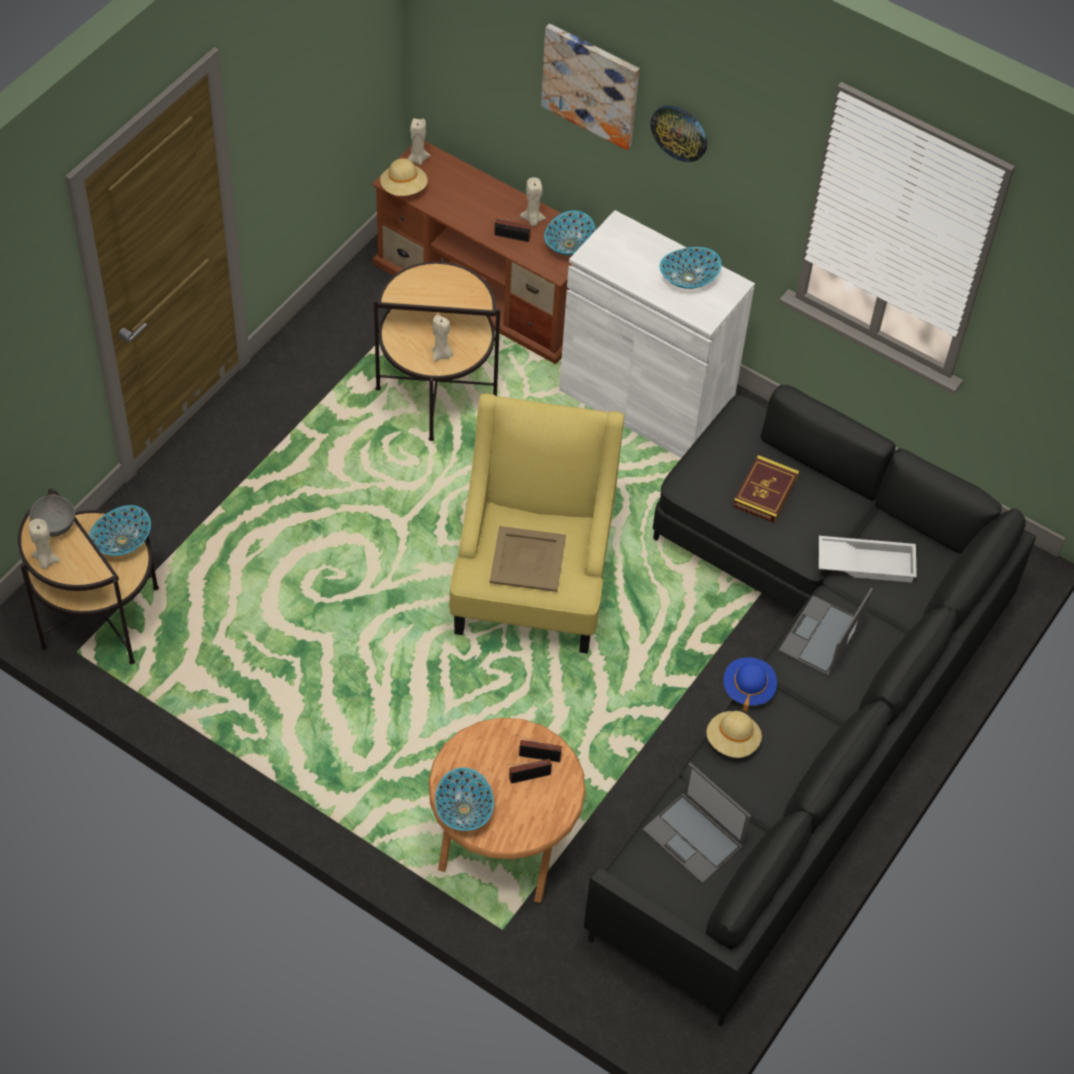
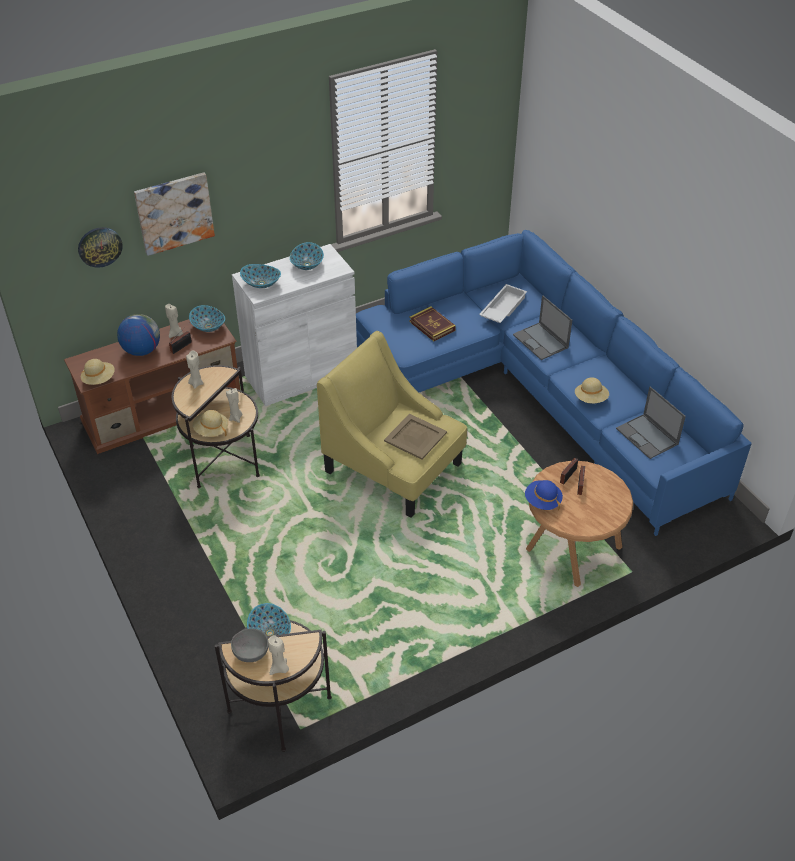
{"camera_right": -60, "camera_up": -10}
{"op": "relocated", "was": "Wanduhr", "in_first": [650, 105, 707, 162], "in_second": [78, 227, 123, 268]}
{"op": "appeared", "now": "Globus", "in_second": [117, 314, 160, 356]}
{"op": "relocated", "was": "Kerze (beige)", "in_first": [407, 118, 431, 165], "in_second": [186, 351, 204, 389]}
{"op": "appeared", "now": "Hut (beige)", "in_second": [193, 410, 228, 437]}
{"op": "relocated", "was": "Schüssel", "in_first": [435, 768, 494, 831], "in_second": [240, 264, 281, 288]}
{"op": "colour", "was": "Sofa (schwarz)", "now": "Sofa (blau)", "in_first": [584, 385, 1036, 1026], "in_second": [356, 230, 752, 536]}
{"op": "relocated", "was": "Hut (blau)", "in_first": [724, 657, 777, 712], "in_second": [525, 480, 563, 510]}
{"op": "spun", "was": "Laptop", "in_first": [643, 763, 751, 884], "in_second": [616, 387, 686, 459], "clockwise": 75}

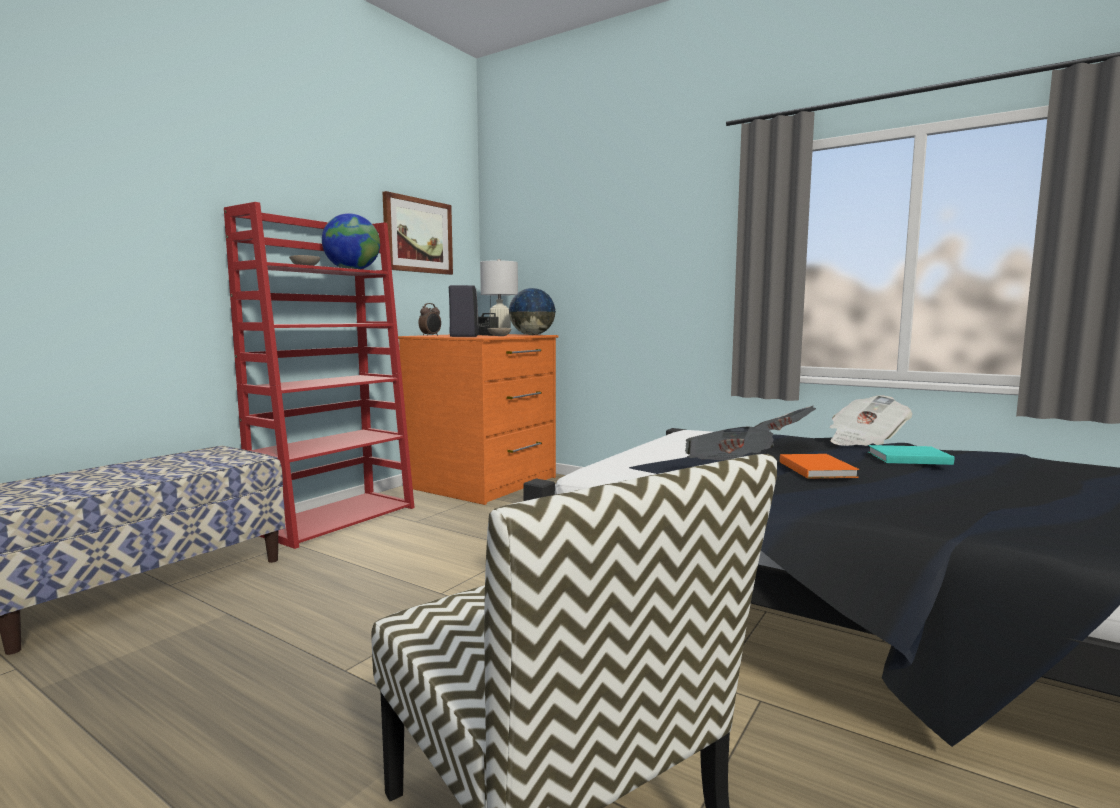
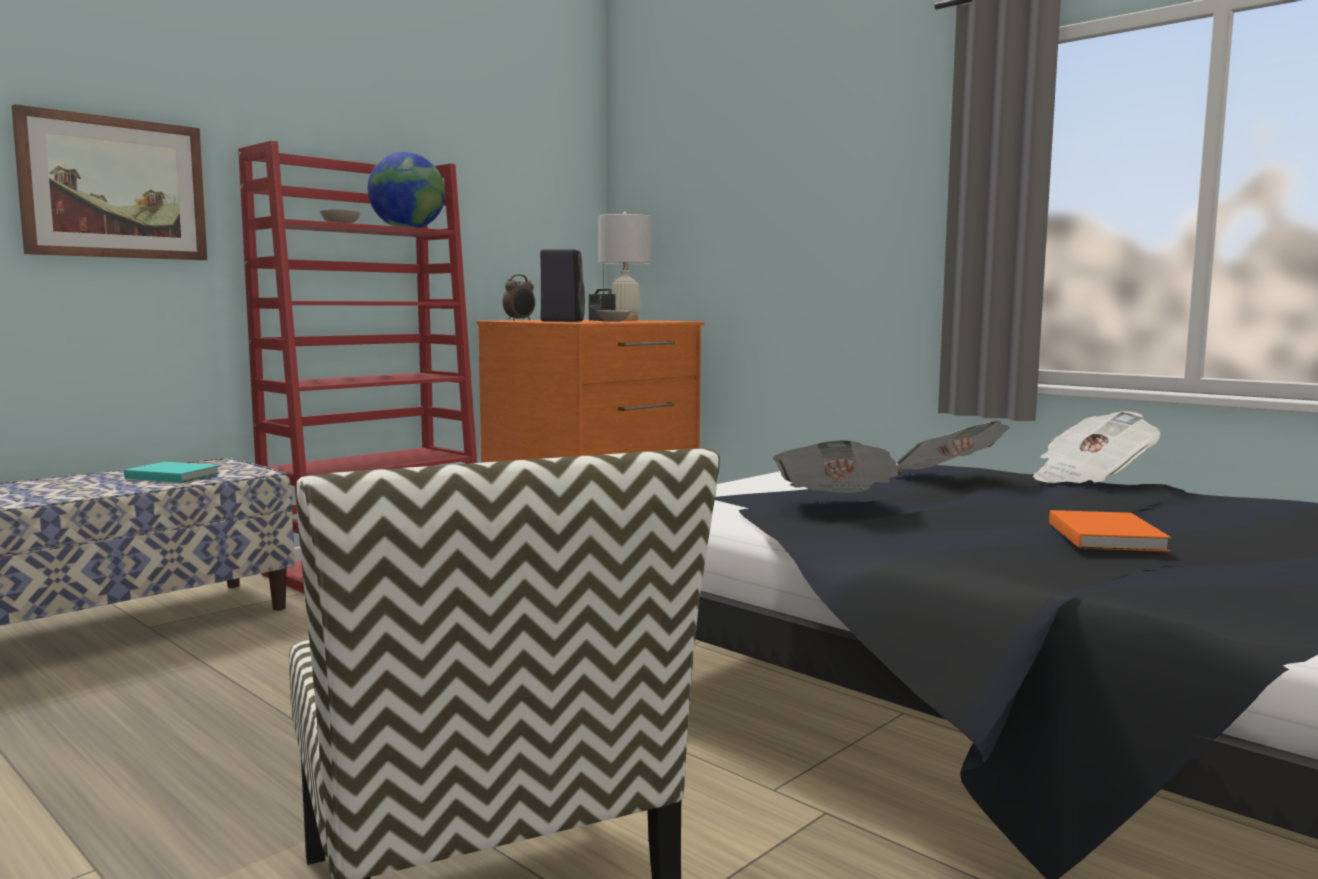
{"camera_right": 10, "camera_up": 0}
{"op": "relocated", "was": "Bild", "in_first": [383, 191, 453, 275], "in_second": [11, 104, 207, 260]}
{"op": "relocated", "was": "Buch (türkis)", "in_first": [868, 445, 954, 465], "in_second": [124, 462, 220, 483]}
{"op": "relocated", "was": "Buch (orange)", "in_first": [780, 454, 859, 478], "in_second": [1049, 510, 1171, 552]}
{"op": "missing", "was": "Globus", "in_first": [509, 288, 555, 335]}

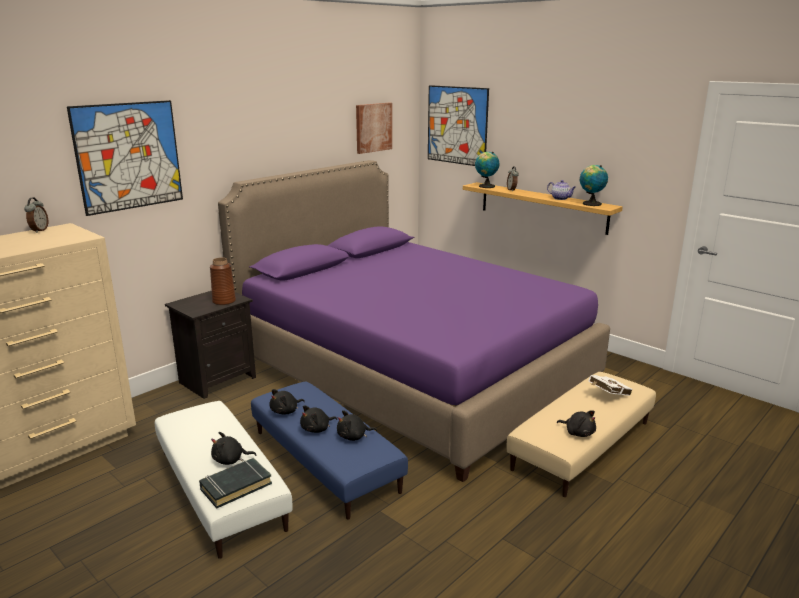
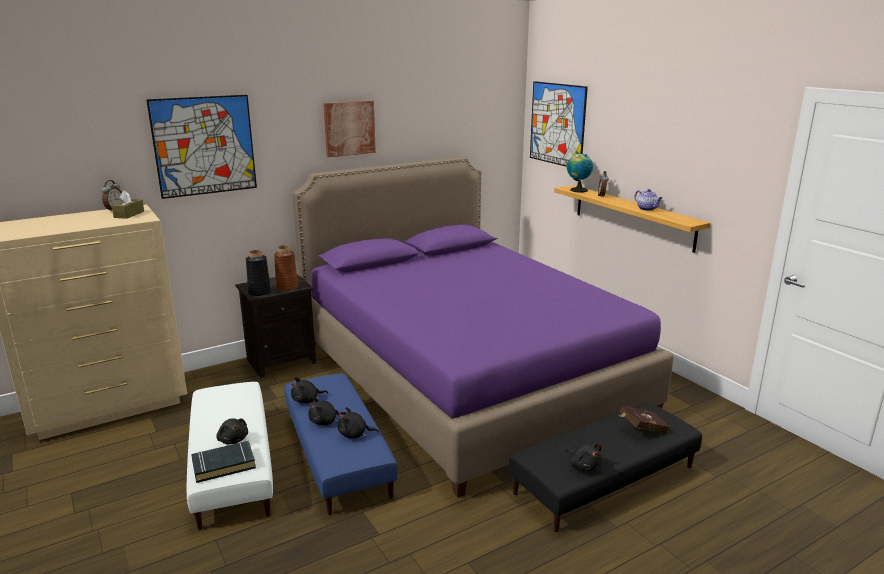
{"camera_right": 15, "camera_up": 0}
{"op": "appeared", "now": "Taschentuchbox (braun)", "in_second": [111, 190, 144, 219]}
{"op": "spun", "was": "Plüschtier (schwarz)", "in_first": [211, 432, 257, 465], "in_second": [216, 418, 248, 444], "clockwise": -135}
{"op": "appeared", "now": "Vase (schwarz)", "in_second": [246, 250, 271, 297]}
{"op": "relocated", "was": "Bild", "in_first": [356, 103, 392, 154], "in_second": [323, 100, 376, 158]}
{"op": "colour", "was": "Polsterhocker (beige)", "now": "Polsterhocker (schwarz)", "in_first": [506, 372, 656, 497], "in_second": [509, 403, 702, 532]}
{"op": "colour", "was": "Buch (weiß)", "now": "Buch (rot)", "in_first": [589, 375, 633, 396], "in_second": [619, 406, 670, 434]}
{"op": "missing", "was": "Globus", "in_first": [580, 165, 608, 206]}

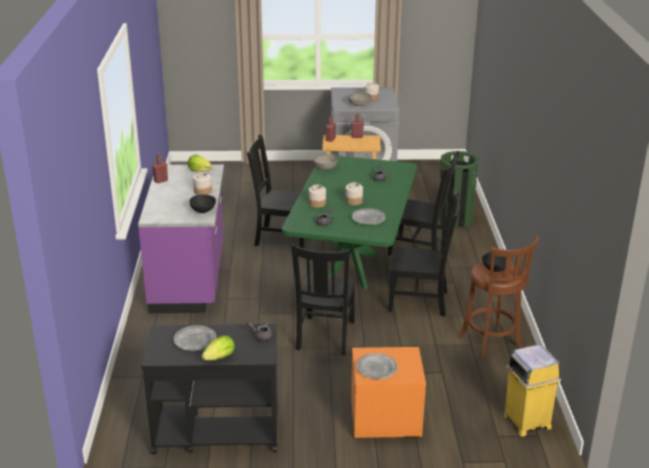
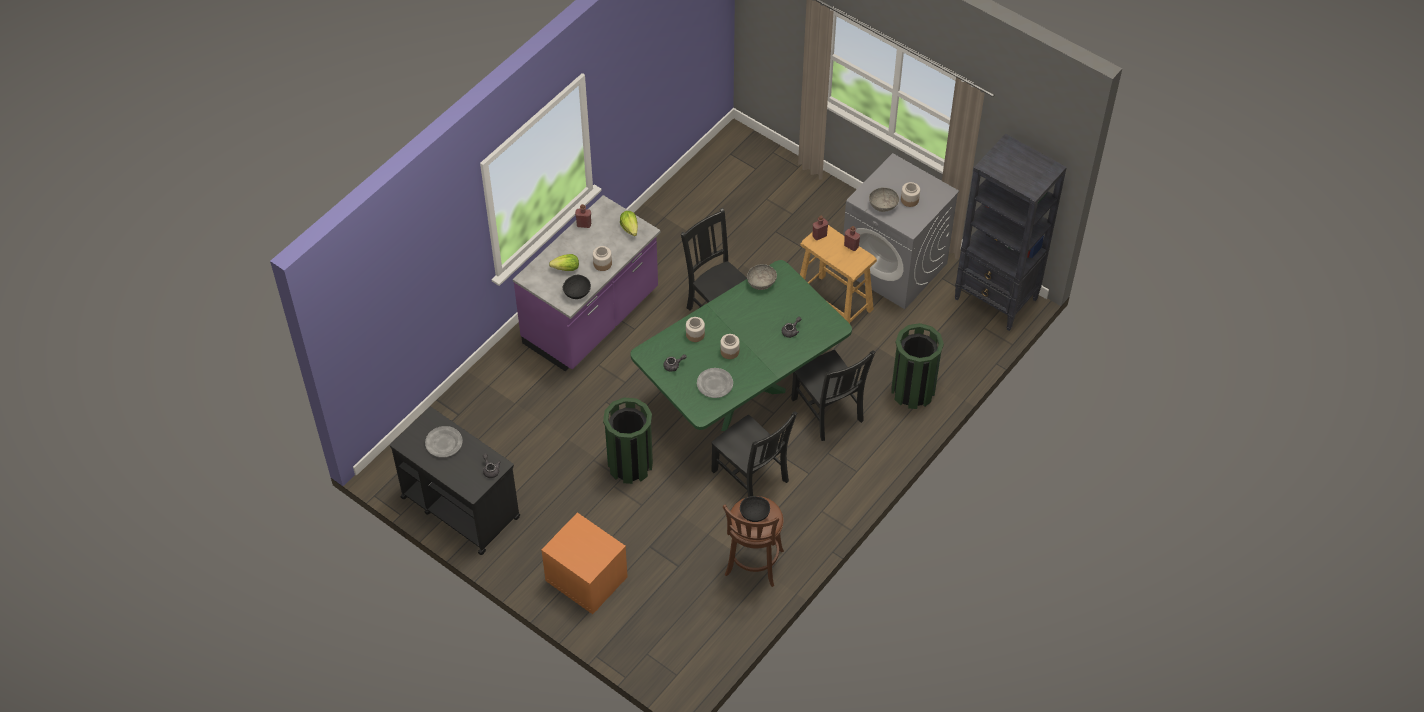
{"camera_right": 40, "camera_up": 25}
{"op": "relocated", "was": "Salatkopf", "in_first": [202, 336, 235, 361], "in_second": [549, 254, 579, 271]}
{"op": "exchanged", "was": "Stuhl (schwarz)", "now": "Mülleimer (grün)", "in_first": [291, 244, 355, 355], "in_second": [603, 398, 653, 484]}
{"op": "appeared", "now": "Bücherregal (schwarz)", "in_second": [954, 134, 1067, 331]}
{"op": "missing", "was": "Teller (grau)", "in_first": [356, 353, 398, 379]}
{"op": "missing", "was": "Mülleimer (gelb)", "in_first": [504, 344, 561, 437]}

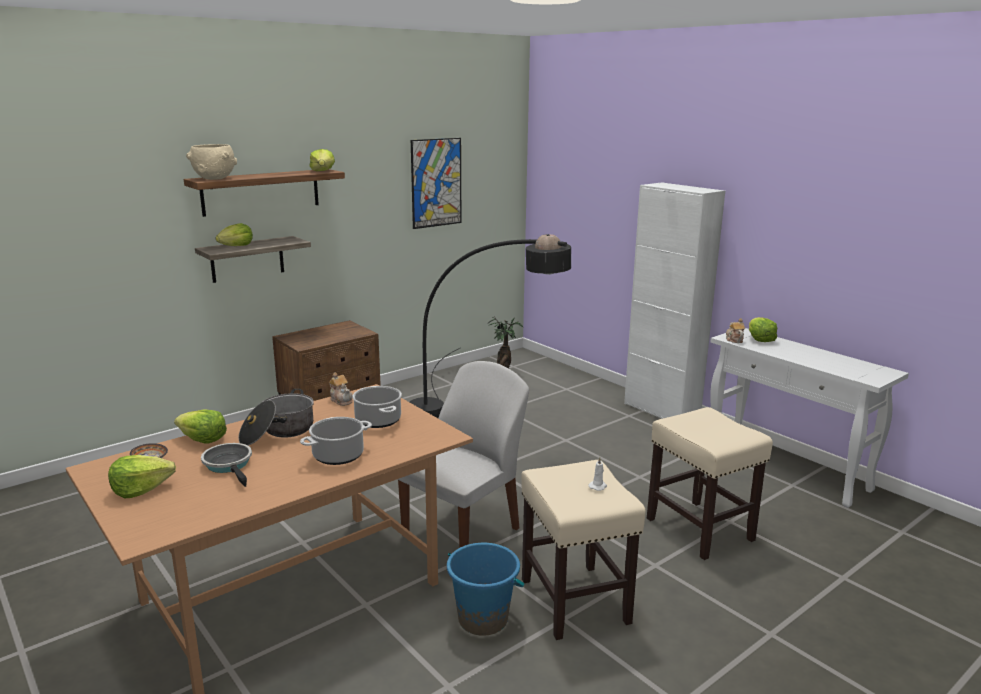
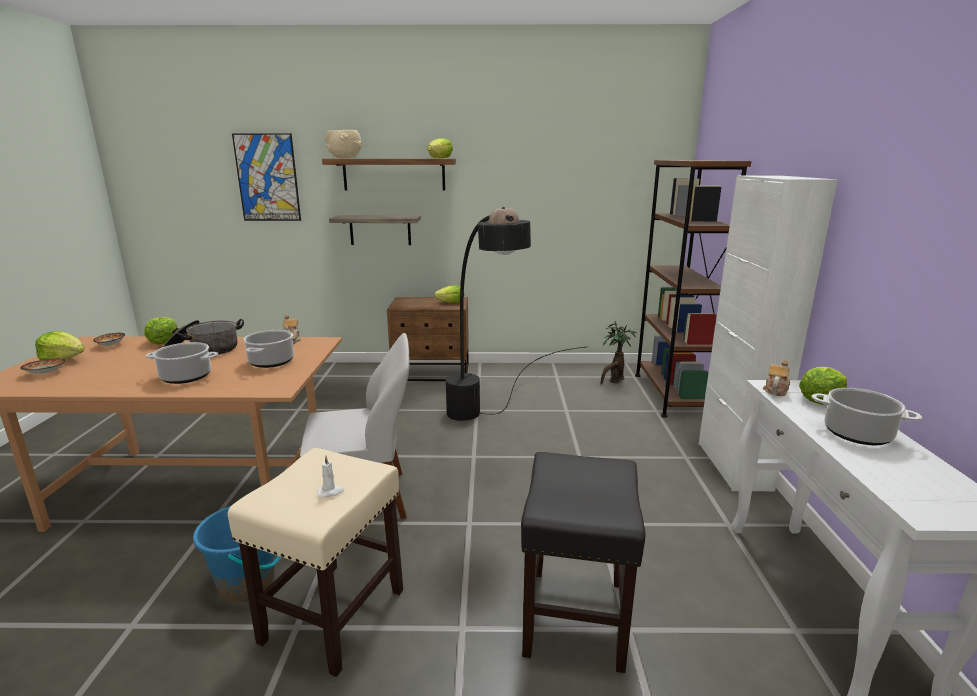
{"camera_right": 40, "camera_up": 0}
{"op": "appeared", "now": "Schüssel", "in_second": [20, 359, 65, 374]}
{"op": "relocated", "was": "Bild", "in_first": [411, 138, 461, 229], "in_second": [232, 133, 301, 221]}
{"op": "relocated", "was": "Salatkopf", "in_first": [215, 223, 253, 246], "in_second": [434, 285, 460, 303]}
{"op": "colour", "was": "Hocker (beige)", "now": "Hocker (schwarz)", "in_first": [647, 407, 773, 560], "in_second": [521, 452, 646, 673]}
{"op": "appeared", "now": "Bücherregal (braun)", "in_second": [635, 160, 752, 418]}
{"op": "appeared", "now": "Kochtopf", "in_second": [812, 388, 922, 445]}
{"op": "missing", "was": "Pfanne", "in_first": [201, 443, 252, 487]}

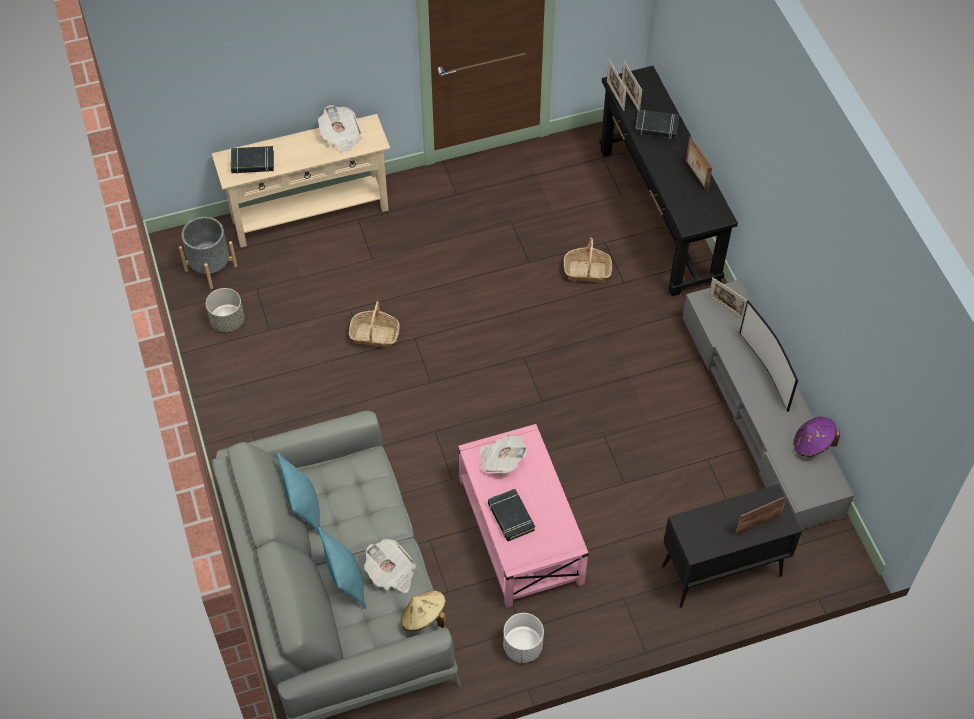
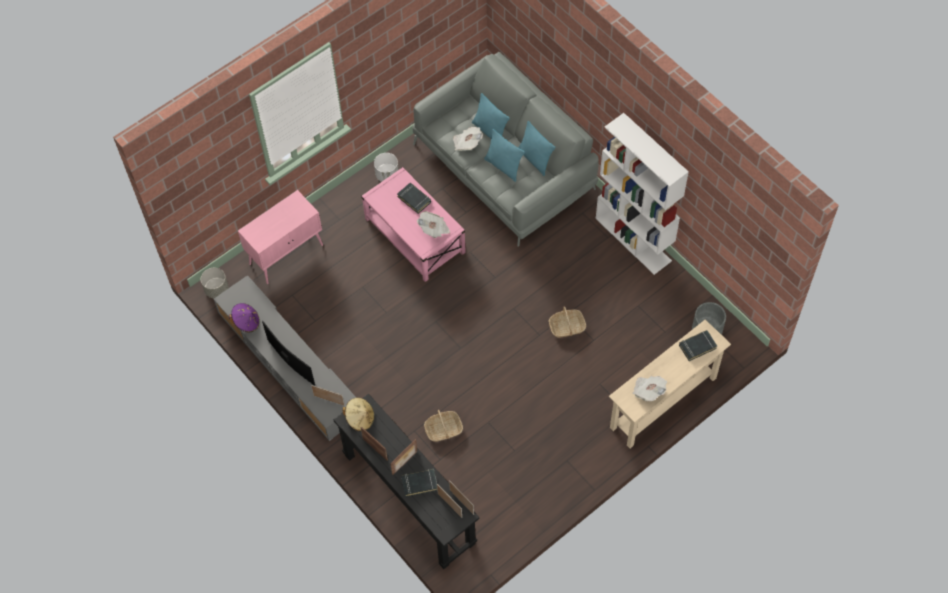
{"camera_right": 160, "camera_up": 5}
{"op": "relocated", "was": "Pflanzkübel (grau)", "in_first": [206, 288, 244, 332], "in_second": [201, 268, 228, 298]}
{"op": "colour", "was": "Schrank (schwarz)", "now": "Schrank (rosa)", "in_first": [662, 484, 802, 608], "in_second": [238, 190, 323, 284]}
{"op": "relocated", "was": "Hut (beige)", "in_first": [401, 590, 446, 631], "in_second": [342, 398, 374, 431]}
{"op": "relocated", "was": "Bilderrahmen", "in_first": [735, 496, 787, 537], "in_second": [390, 439, 417, 475]}
{"op": "appeared", "now": "Kissen (türkis)", "in_second": [484, 129, 525, 182]}
{"op": "appeared", "now": "Bücherregal (weiß)", "in_second": [596, 113, 689, 275]}

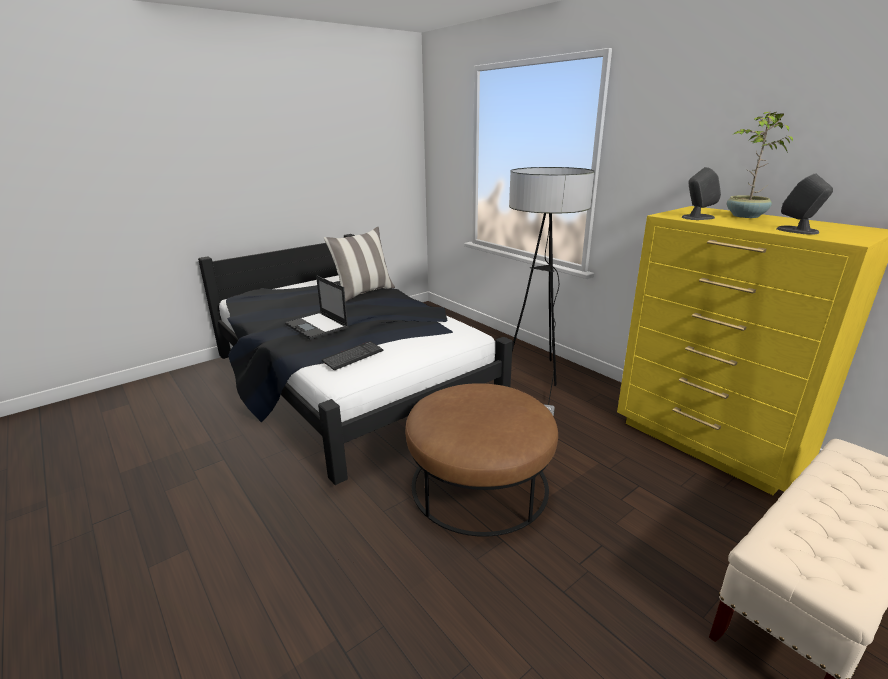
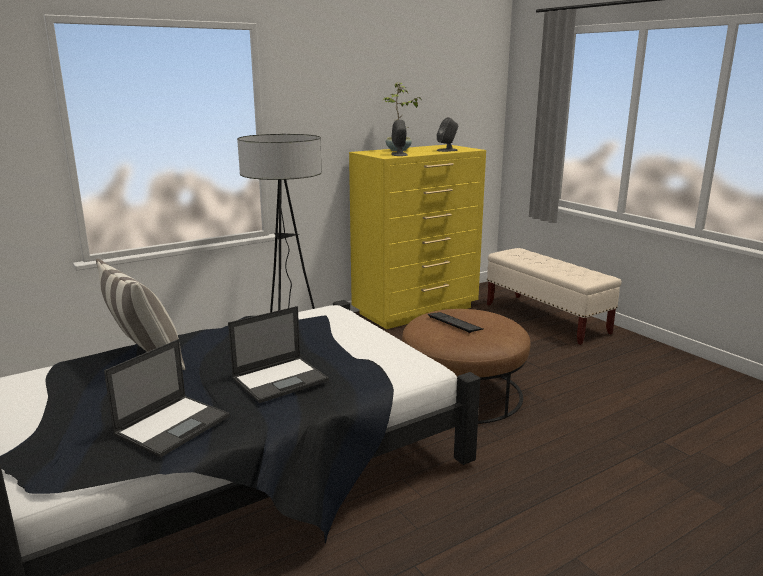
{"camera_right": -85, "camera_up": -5}
{"op": "appeared", "now": "Laptop", "in_second": [104, 339, 230, 457]}
{"op": "relocated", "was": "Tastatur", "in_first": [321, 341, 384, 371], "in_second": [428, 312, 483, 333]}

